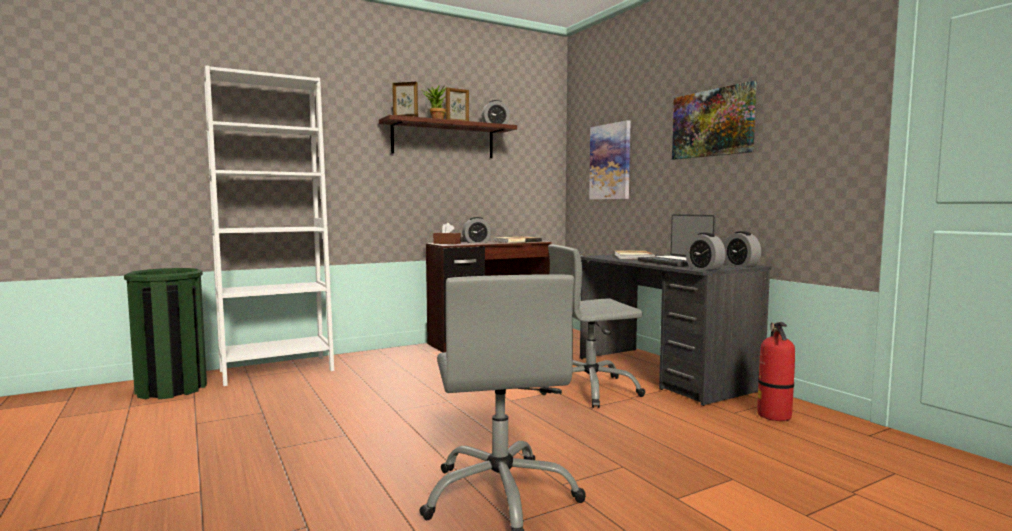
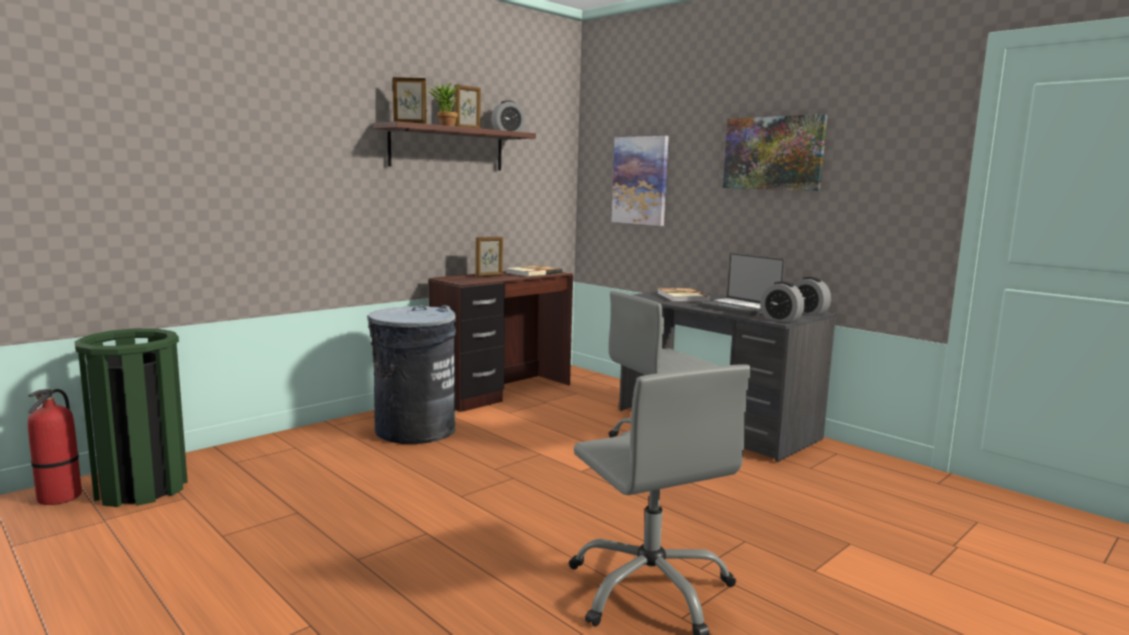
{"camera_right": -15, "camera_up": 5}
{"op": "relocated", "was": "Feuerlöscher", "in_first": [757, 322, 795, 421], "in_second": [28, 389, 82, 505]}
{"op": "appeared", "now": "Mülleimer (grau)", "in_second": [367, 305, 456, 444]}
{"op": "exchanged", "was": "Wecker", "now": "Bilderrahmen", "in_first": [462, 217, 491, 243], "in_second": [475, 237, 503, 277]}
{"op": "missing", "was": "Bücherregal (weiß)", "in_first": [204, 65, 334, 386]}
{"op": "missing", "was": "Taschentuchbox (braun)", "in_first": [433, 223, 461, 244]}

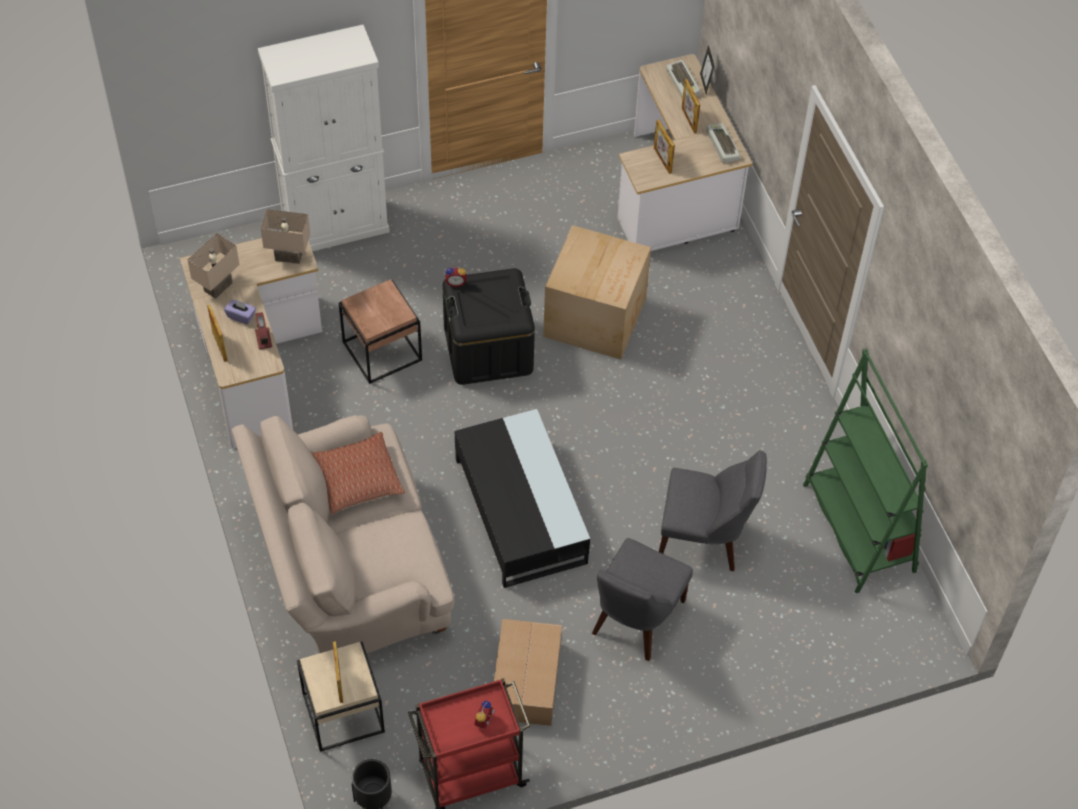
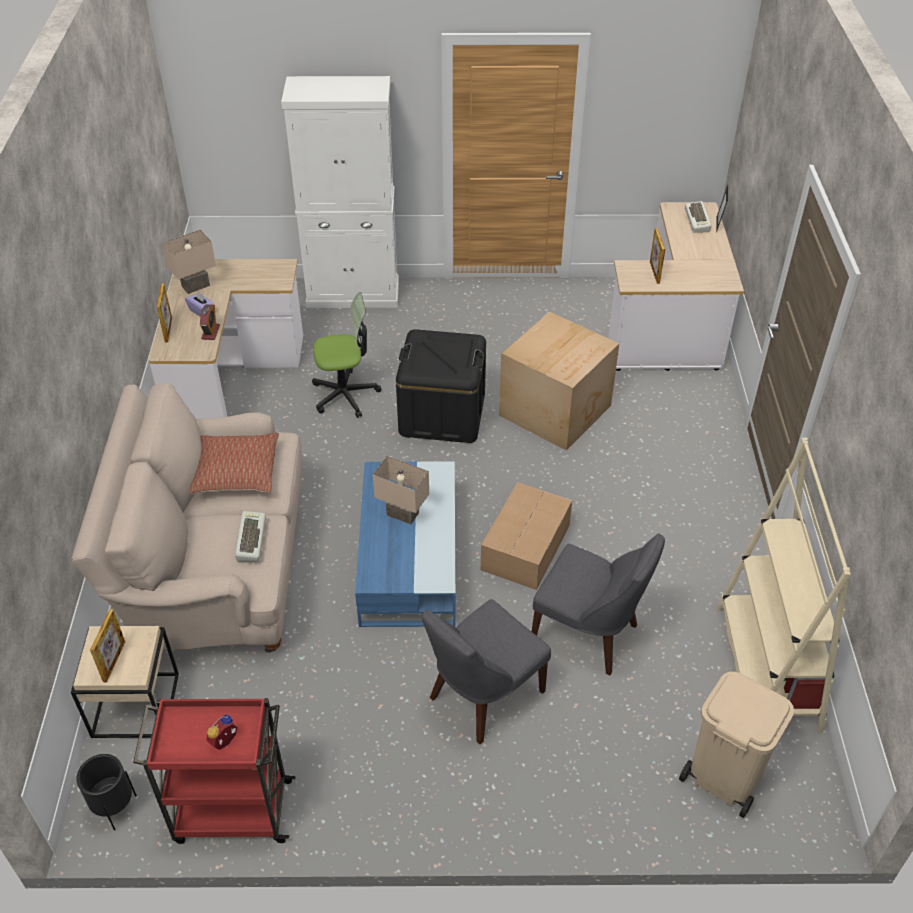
{"camera_right": 20, "camera_up": -10}
{"op": "relocated", "was": "Tastatur", "in_first": [706, 123, 740, 163], "in_second": [235, 511, 266, 562]}
{"op": "exchanged", "was": "Beistelltisch (braun)", "now": "Bürostuhl", "in_first": [339, 279, 422, 384], "in_second": [312, 292, 381, 418]}
{"op": "colour", "was": "Couchtisch (schwarz)", "now": "Couchtisch (blau)", "in_first": [455, 409, 590, 588], "in_second": [355, 461, 456, 627]}
{"op": "relocated", "was": "Tischlampe (beige)", "in_first": [261, 209, 310, 264], "in_second": [373, 456, 429, 525]}
{"op": "relocated", "was": "Karton", "in_first": [494, 619, 562, 726], "in_second": [481, 482, 572, 590]}
{"op": "appeared", "now": "Mülleimer (beige)", "in_second": [679, 672, 794, 818]}
{"op": "colour", "was": "Bücherregal (grün)", "now": "Bücherregal (beige)", "in_first": [803, 349, 928, 593], "in_second": [716, 437, 851, 733]}
{"op": "missing", "was": "Wecker", "in_first": [445, 266, 467, 287]}
{"op": "missing", "was": "Bilderrahmen", "in_first": [682, 79, 700, 133]}

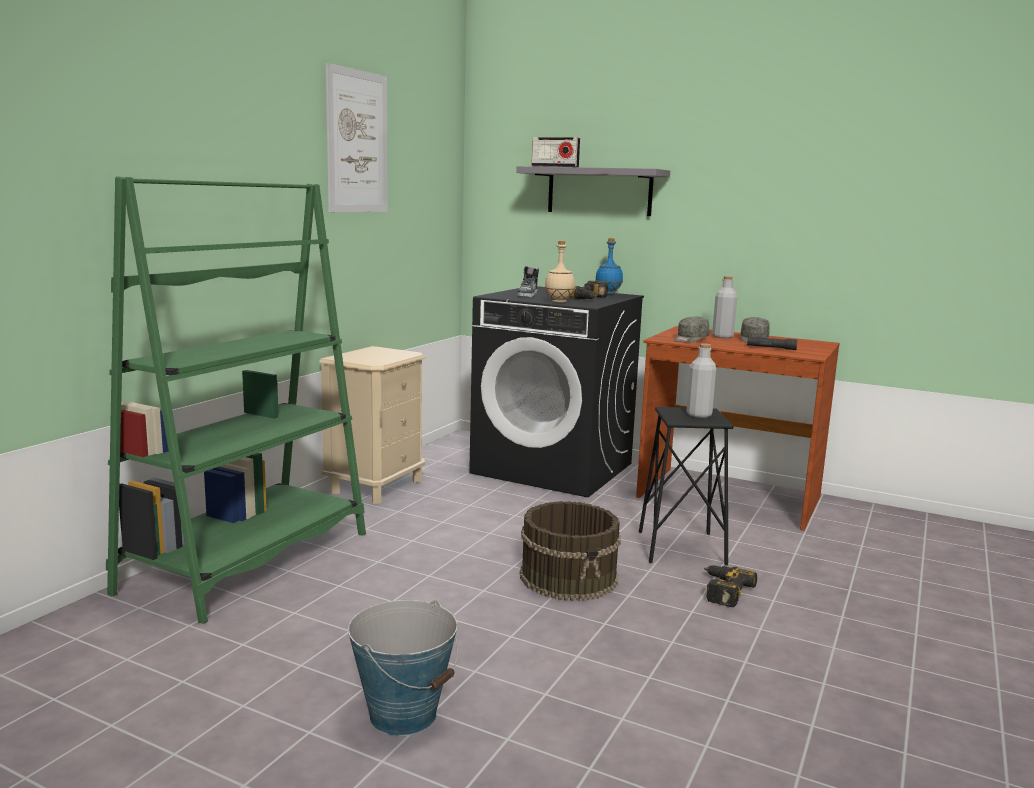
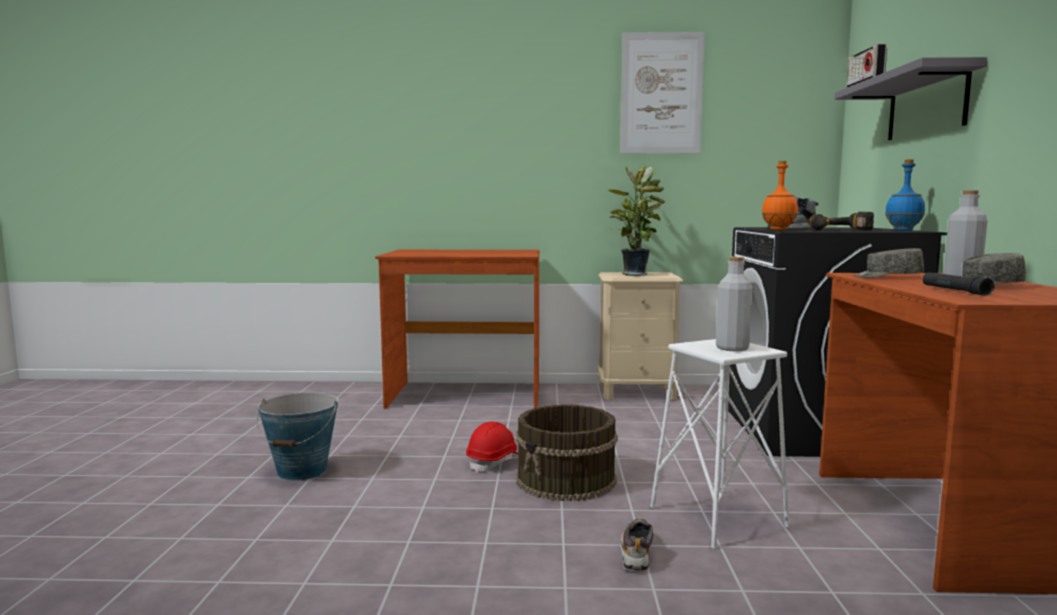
{"camera_right": 65, "camera_up": -5}
{"op": "exchanged", "was": "Bücherregal (grün)", "now": "Schreibtisch (braun)", "in_first": [106, 177, 366, 624], "in_second": [375, 250, 540, 408]}
{"op": "appeared", "now": "Schutzhelm (rot)", "in_second": [466, 422, 518, 473]}
{"op": "appeared", "now": "Topfpflanze", "in_second": [608, 166, 666, 276]}
{"op": "exchanged", "was": "Bohrmaschine", "now": "Schuh", "in_first": [704, 565, 757, 607], "in_second": [620, 518, 653, 572]}
{"op": "colour", "was": "Hocker (schwarz)", "now": "Hocker (weiß)", "in_first": [639, 407, 734, 565], "in_second": [650, 339, 790, 549]}
{"op": "colour", "was": "Flasche (beige)", "now": "Flasche (orange)", "in_first": [545, 241, 575, 303], "in_second": [762, 161, 798, 230]}

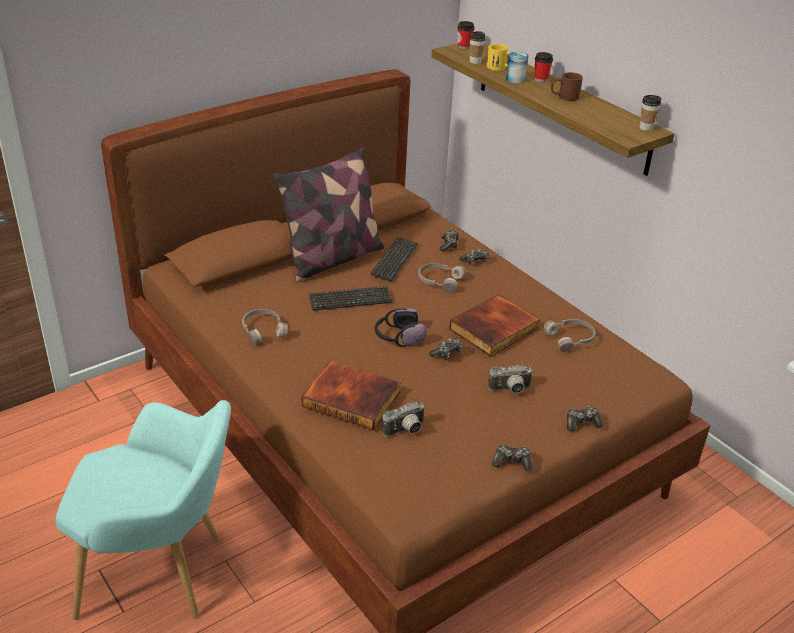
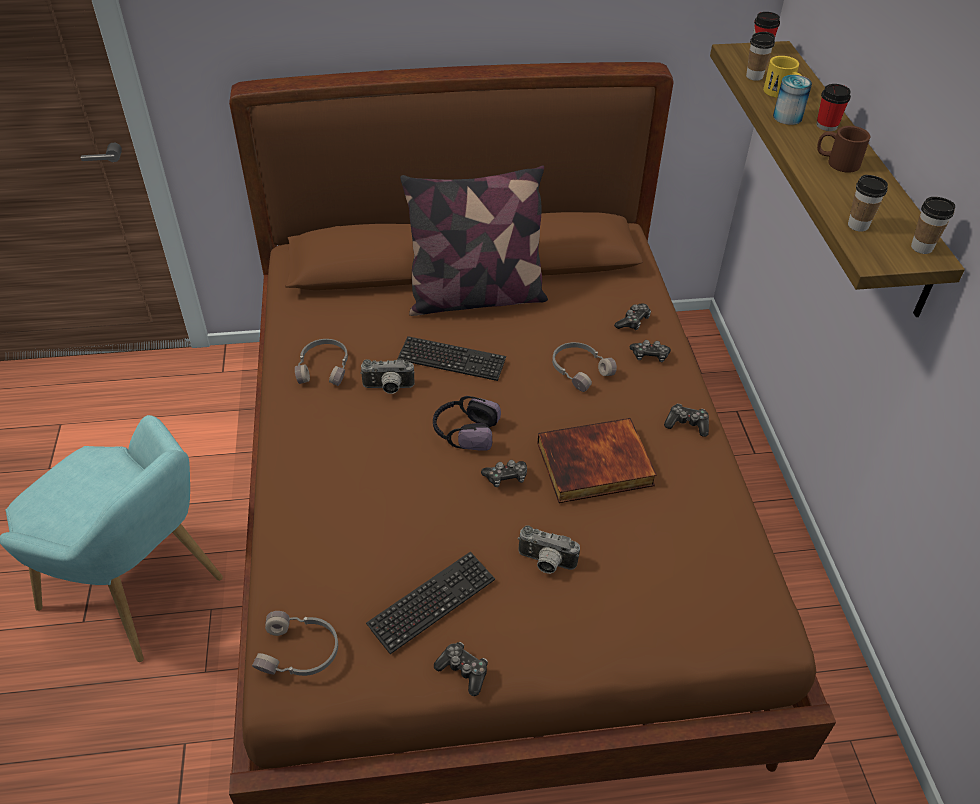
{"camera_right": 30, "camera_up": 10}
{"op": "relocated", "was": "Kopfhörer (grau)", "in_first": [543, 319, 596, 352], "in_second": [252, 611, 338, 676]}
{"op": "relocated", "was": "Kamera", "in_first": [382, 401, 426, 437], "in_second": [360, 359, 415, 394]}
{"op": "relocated", "was": "Tastatur", "in_first": [370, 237, 418, 282], "in_second": [366, 551, 495, 654]}
{"op": "relocated", "was": "Gamepad", "in_first": [567, 406, 603, 431], "in_second": [664, 404, 709, 437]}
{"op": "appeared", "now": "Tasse", "in_second": [848, 175, 888, 232]}
{"op": "missing", "was": "Buch", "in_first": [302, 361, 401, 430]}

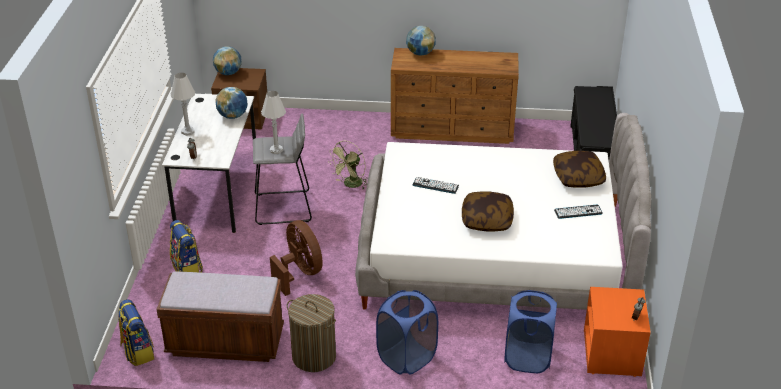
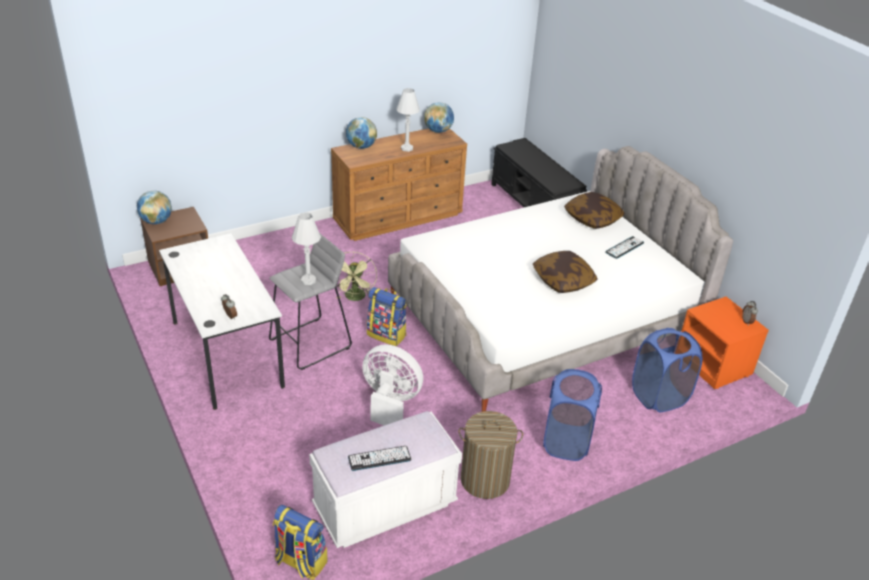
{"camera_right": -35, "camera_up": 0}
{"op": "colour", "was": "Bank (braun)", "now": "Bank (weiß)", "in_first": [156, 272, 284, 362], "in_second": [309, 411, 462, 548]}
{"op": "relocated", "was": "Tastatur", "in_first": [412, 177, 459, 194], "in_second": [348, 446, 411, 471]}
{"op": "colour", "was": "Ventilator (braun)", "now": "Ventilator (weiß)", "in_first": [270, 220, 323, 296], "in_second": [362, 344, 423, 425]}
{"op": "relocated", "was": "Rucksack", "in_first": [170, 220, 203, 273], "in_second": [367, 287, 407, 346]}
{"op": "relocated", "was": "Tischlampe (weiß)", "in_first": [170, 73, 195, 136], "in_second": [396, 88, 420, 152]}
{"op": "relocated", "was": "Globus", "in_first": [215, 87, 248, 119], "in_second": [424, 102, 454, 133]}

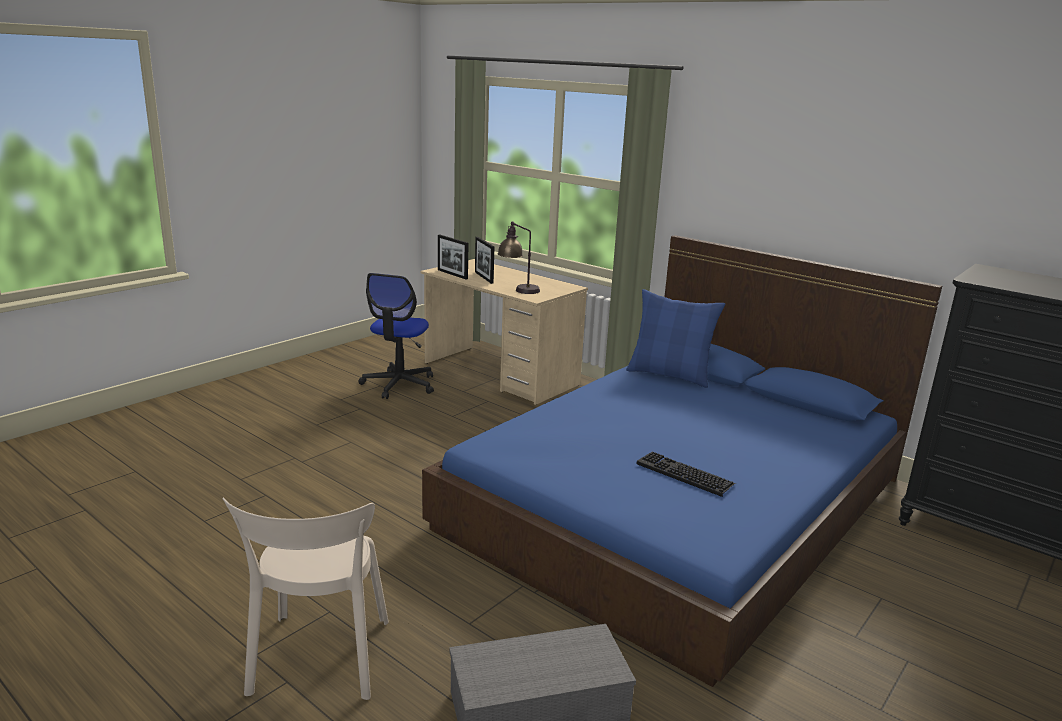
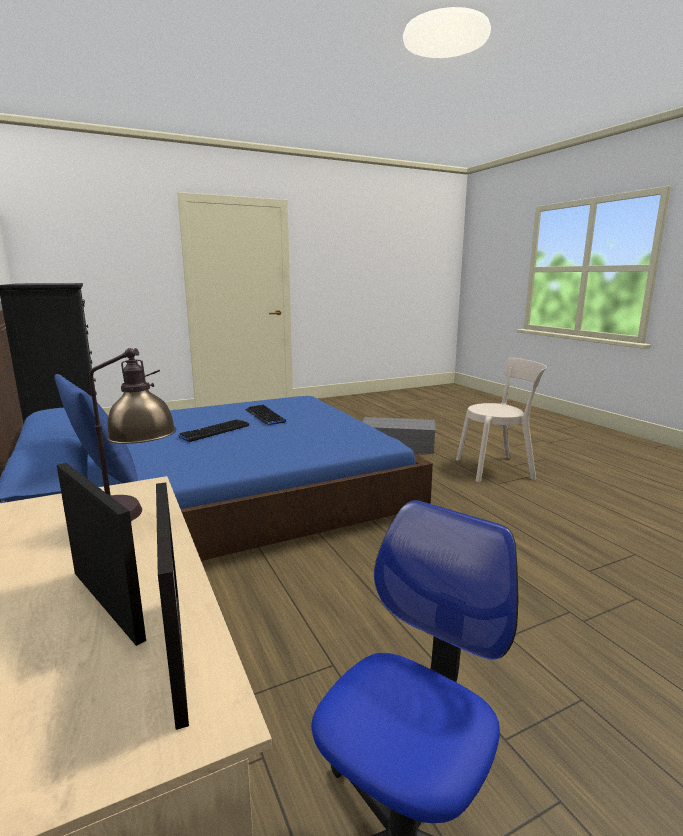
{"camera_right": -155, "camera_up": -5}
{"op": "spun", "was": "Bilderrahmen", "in_first": [475, 237, 494, 284], "in_second": [57, 463, 146, 646], "clockwise": -45}
{"op": "appeared", "now": "Tastatur", "in_second": [178, 419, 249, 442]}
{"op": "spun", "was": "Stuhl (beige)", "in_first": [222, 498, 389, 700], "in_second": [456, 358, 547, 482], "clockwise": 60}

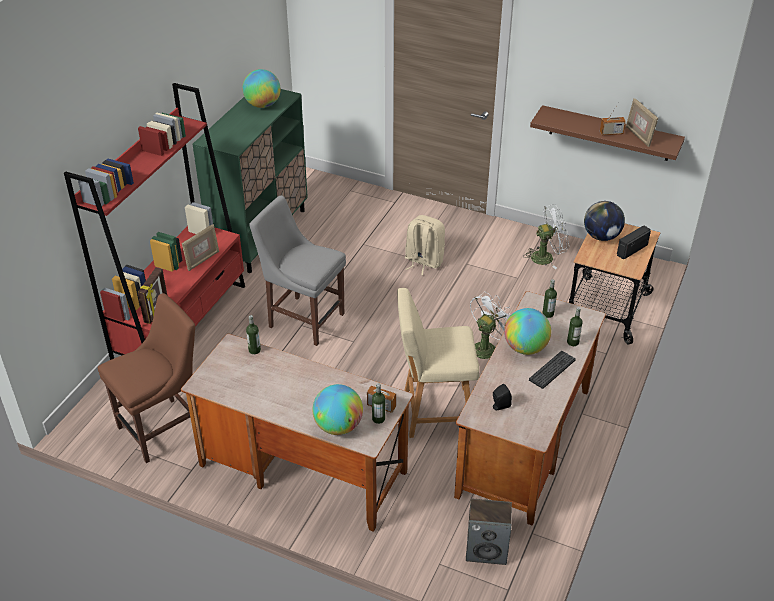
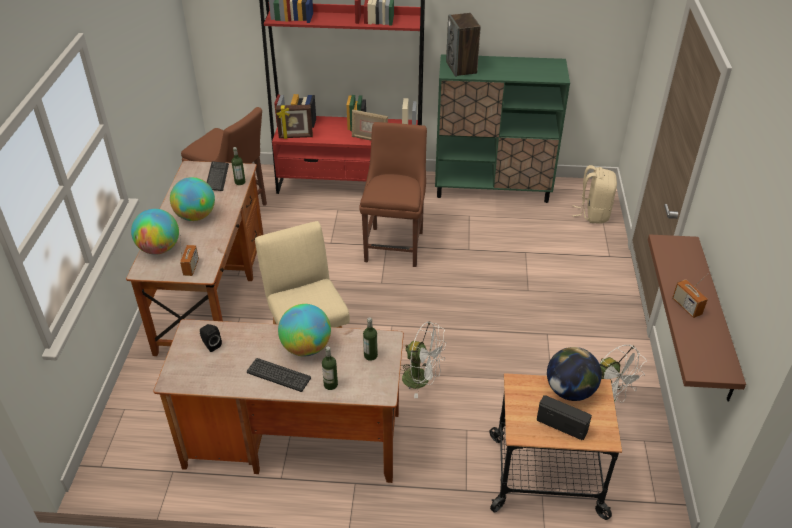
{"camera_right": 70, "camera_up": 0}
{"op": "relocated", "was": "Globus", "in_first": [242, 69, 281, 108], "in_second": [170, 177, 215, 221]}
{"op": "appeared", "now": "Tastatur", "in_second": [207, 161, 229, 191]}
{"op": "colour", "was": "Stuhl (grau)", "now": "Stuhl (braun)", "in_first": [249, 195, 346, 346], "in_second": [359, 122, 427, 267]}
{"op": "relocated", "was": "Lautsprecher", "in_first": [466, 498, 512, 565], "in_second": [446, 13, 481, 76]}
{"op": "relocated", "was": "Rucksack (beige)", "in_first": [405, 215, 445, 275], "in_second": [572, 165, 617, 224]}
{"op": "missing", "was": "Flasche", "in_first": [372, 383, 385, 424]}
{"op": "missing", "was": "Bilderrahmen", "in_first": [626, 98, 658, 147]}

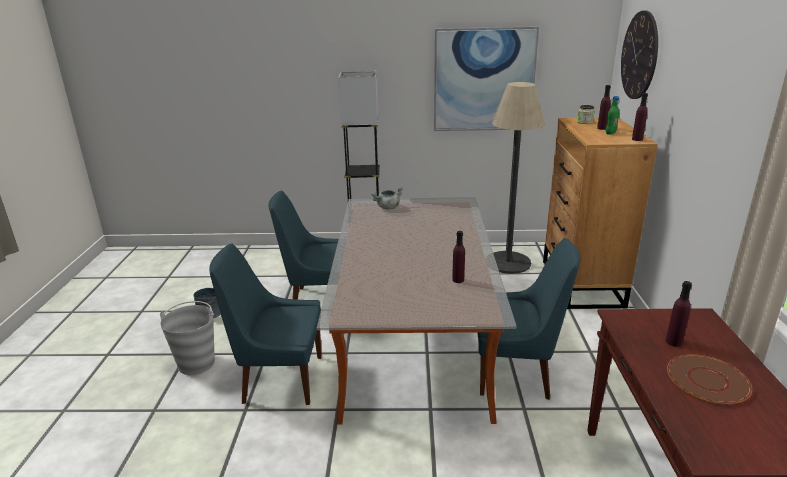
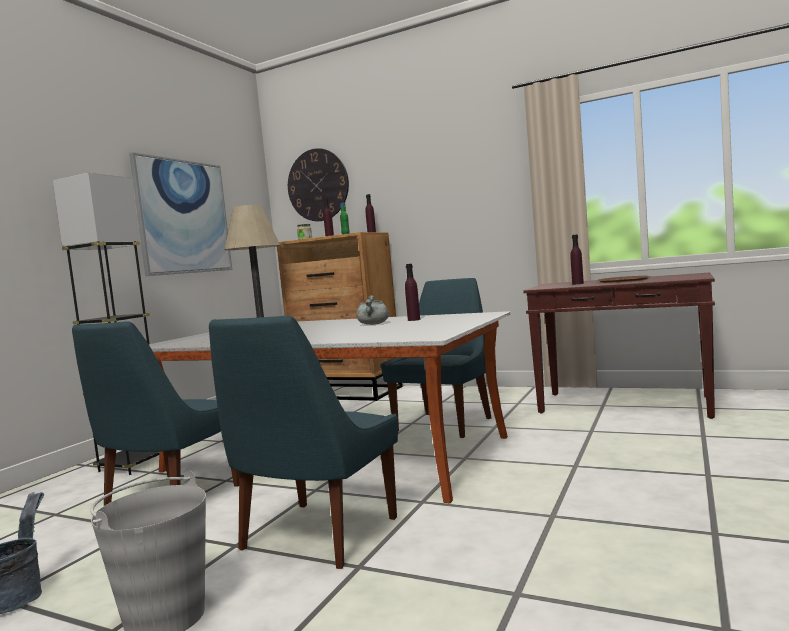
{"camera_right": -65, "camera_up": -20}
{"op": "relocated", "was": "Kochtopf (grau)", "in_first": [371, 187, 403, 210], "in_second": [356, 295, 389, 325]}

